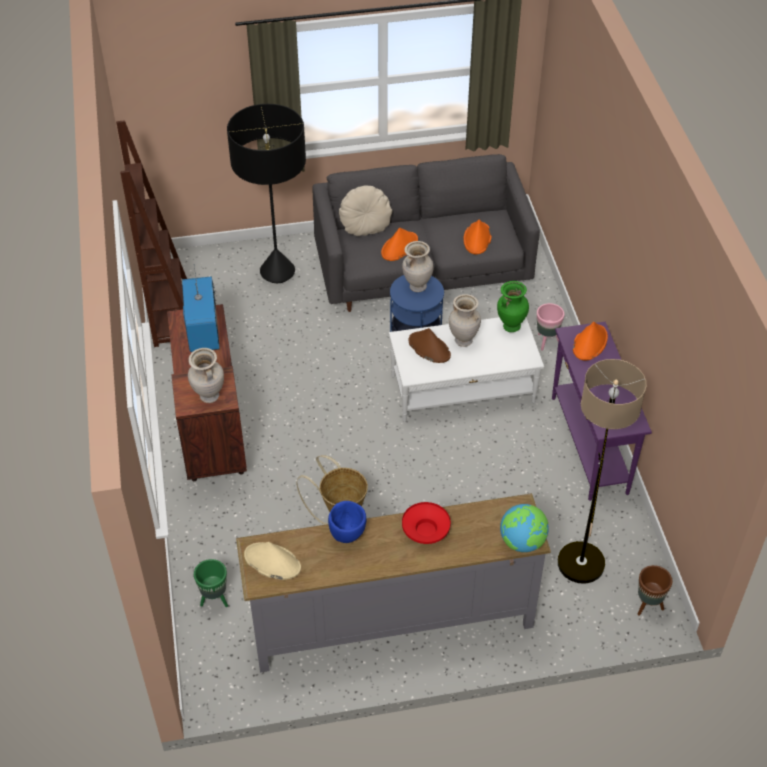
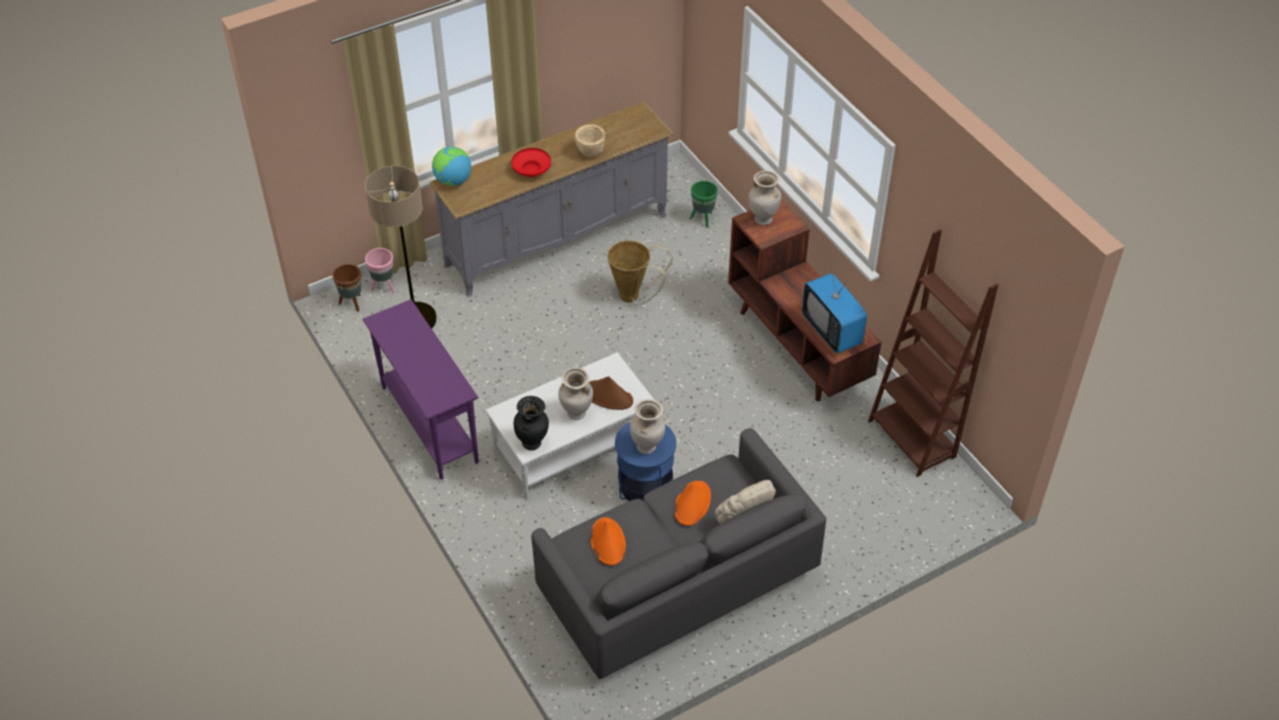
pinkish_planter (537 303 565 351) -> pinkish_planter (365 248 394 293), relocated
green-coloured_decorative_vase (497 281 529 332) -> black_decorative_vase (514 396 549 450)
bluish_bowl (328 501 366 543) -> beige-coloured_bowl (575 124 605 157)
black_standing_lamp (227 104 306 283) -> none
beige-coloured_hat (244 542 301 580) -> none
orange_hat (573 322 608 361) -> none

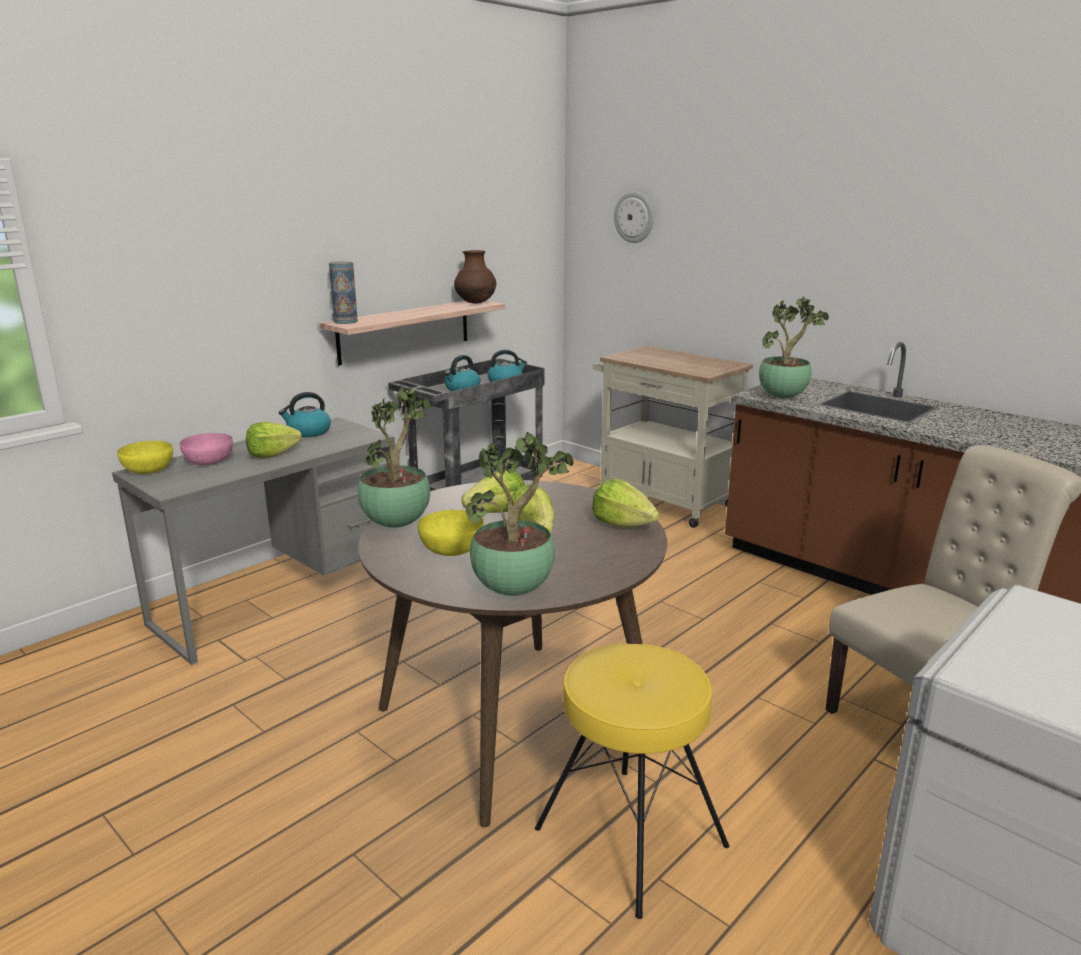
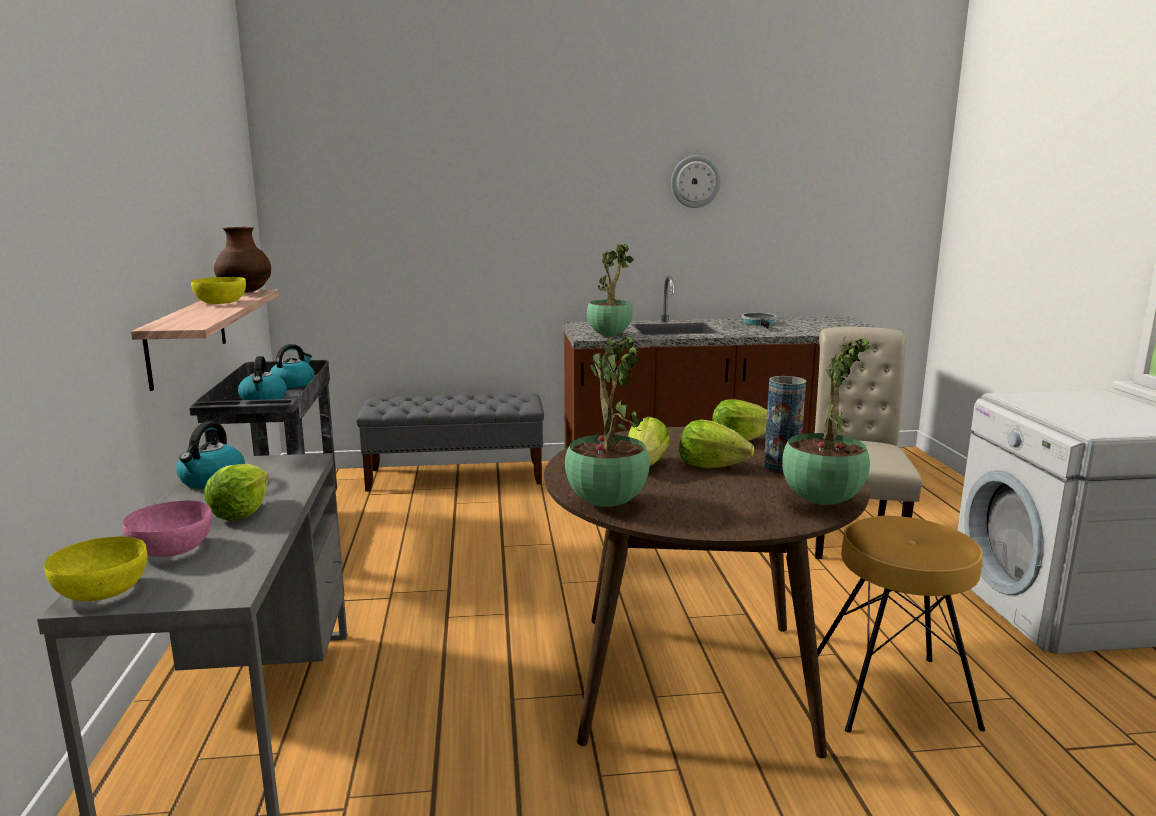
yellow_bowl (418 510 484 556) -> yellow_bowl (191 277 246 304), relocated
beige-coloured_cart (593 346 753 528) -> gray_bench (356 393 544 492)
clock_on_the_wall (614 191 654 243) -> clock_on_the_wall (671 155 721 208), relocated
none -> pan (742 313 777 329)
decorative_vase (329 261 358 324) -> decorative_vase (764 376 806 472), relocated
yellow_sitting_stool (535 644 729 919) -> brown_sitting_stool (817 516 985 733)

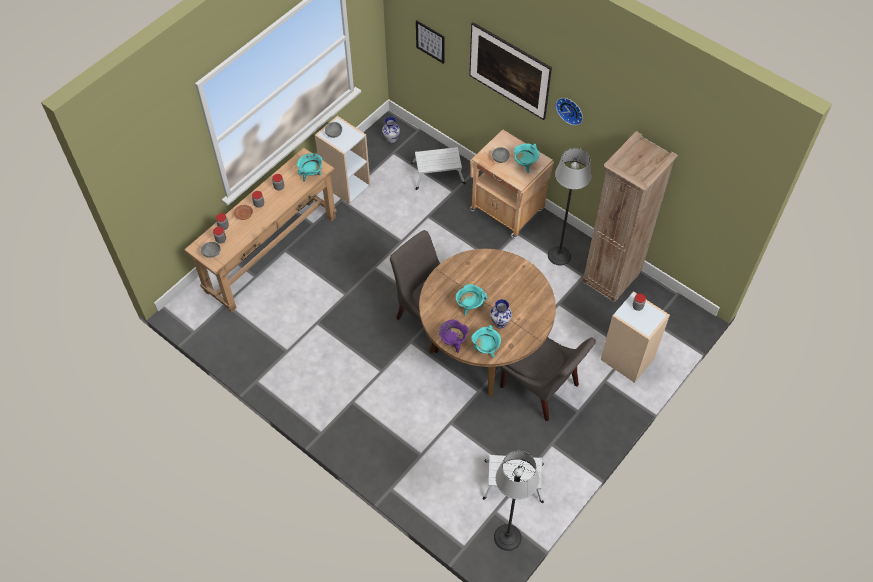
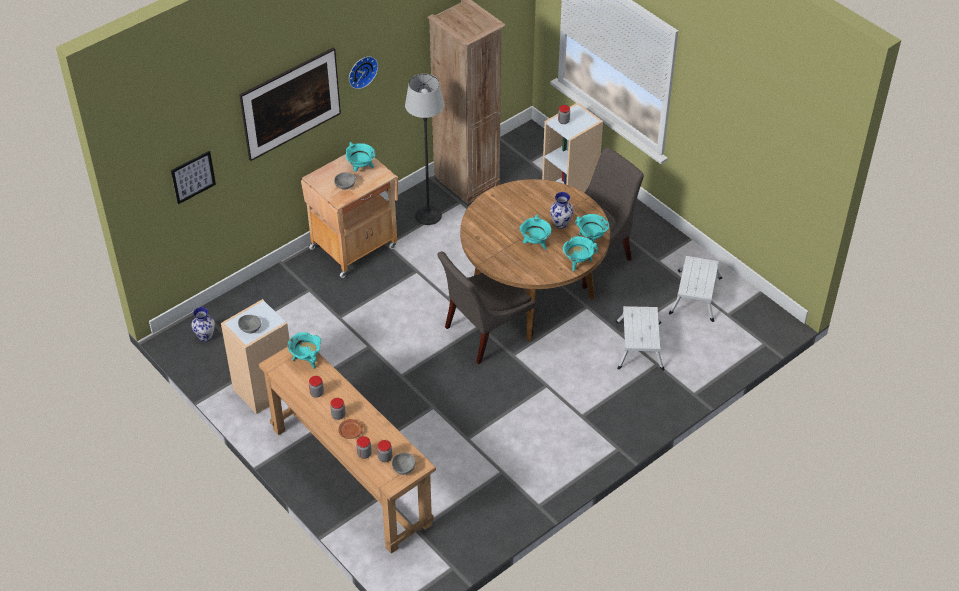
purple_stockpot (439 320 469 353) -> blue-green_stockpot (563 236 598 271)
whitish_step_stool (411 147 466 190) -> whitish_step_stool (615 306 665 371), relocated
standing_lamp (494 451 539 551) -> none

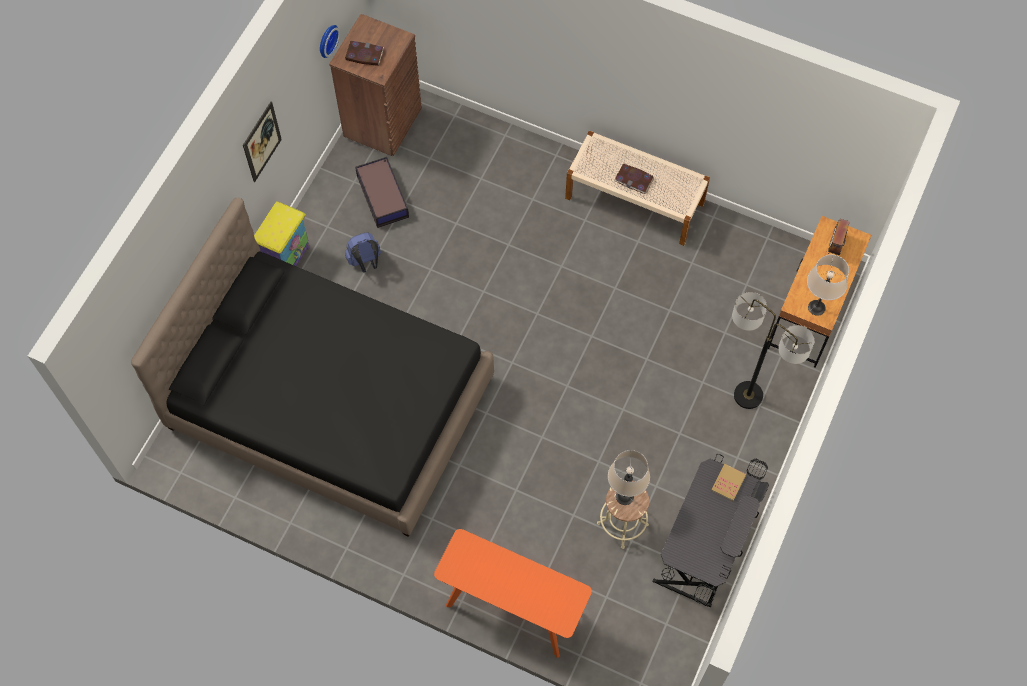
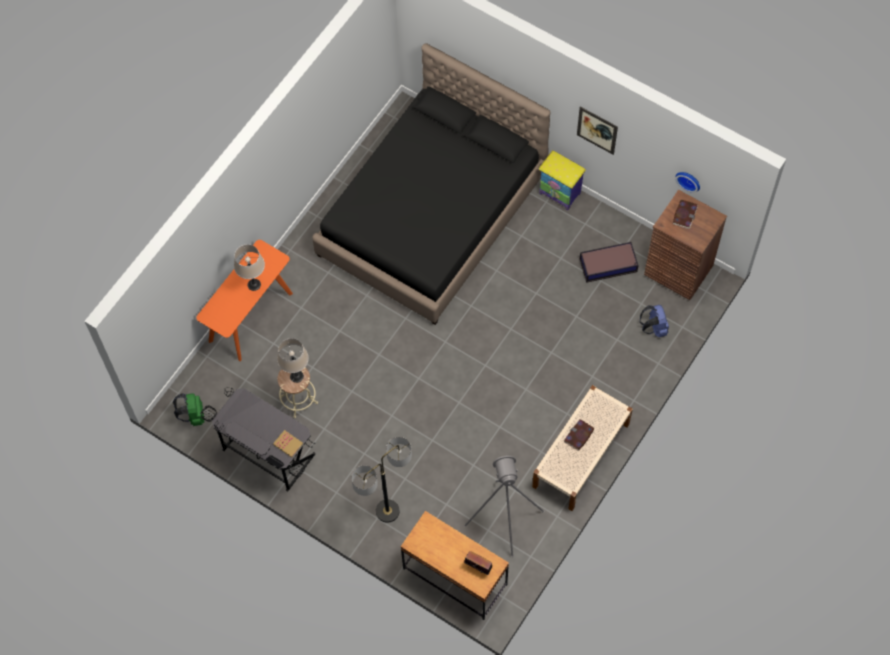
none -> green-coloured_knapsack (173 393 204 426)
beige-coloured_lamp_for_a_table (807 255 849 316) -> beige-coloured_lamp_for_a_table (234 244 265 291), relocated
none -> gray_standing_lamp (464 456 544 557)
bluish_knapsack (345 232 381 272) -> bluish_knapsack (640 305 669 337), relocated

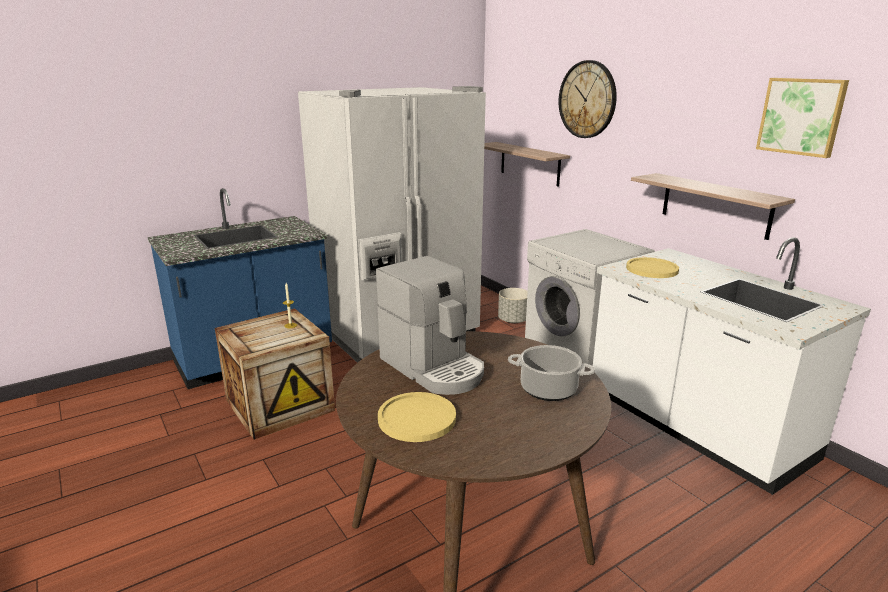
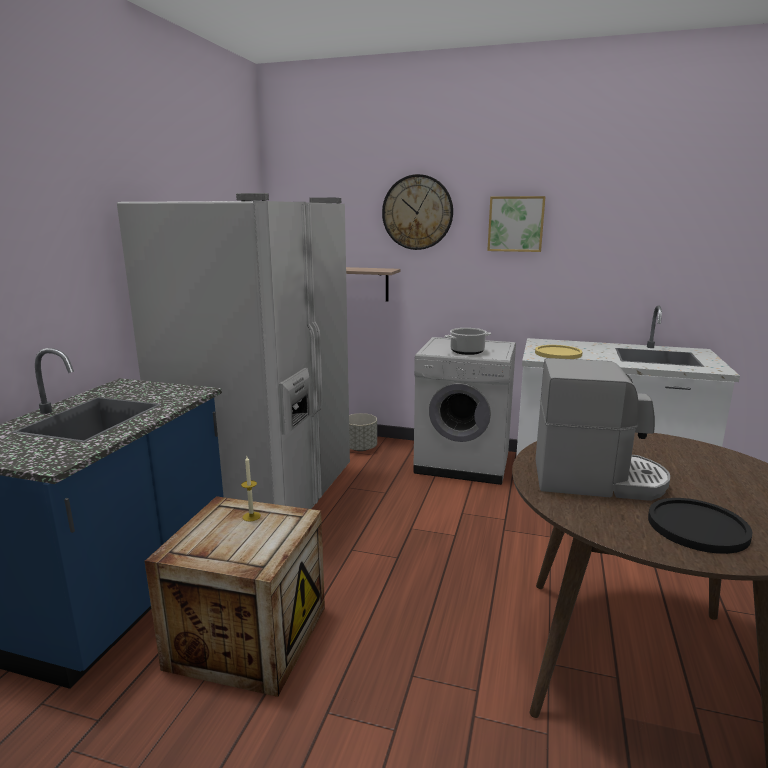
stockpot (508 345 595 401) -> stockpot (445 328 491 355), relocated
picture (756 78 849 158) -> picture (487 196 546 252), relocated
yellow_dinner_plate (378 392 456 442) -> black_dinner_plate (648 498 753 554)
shelf (631 173 795 240) -> none

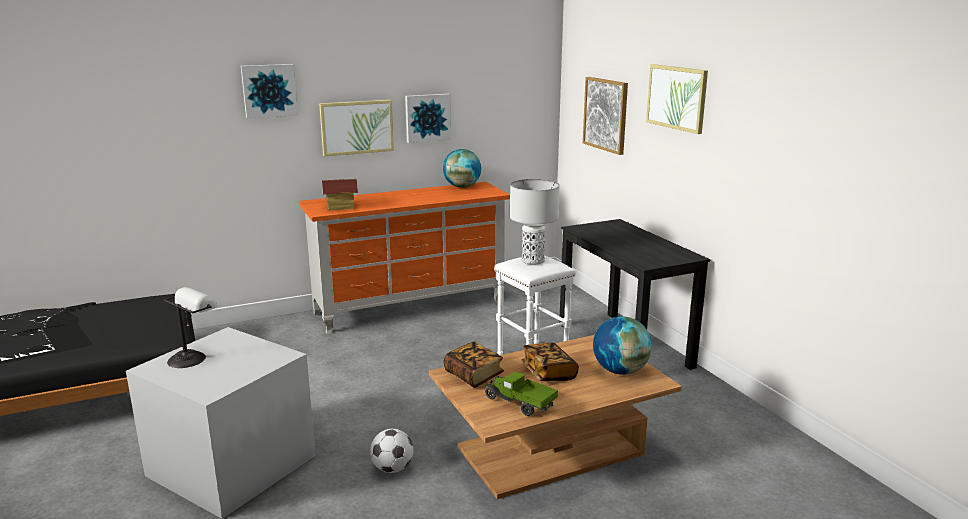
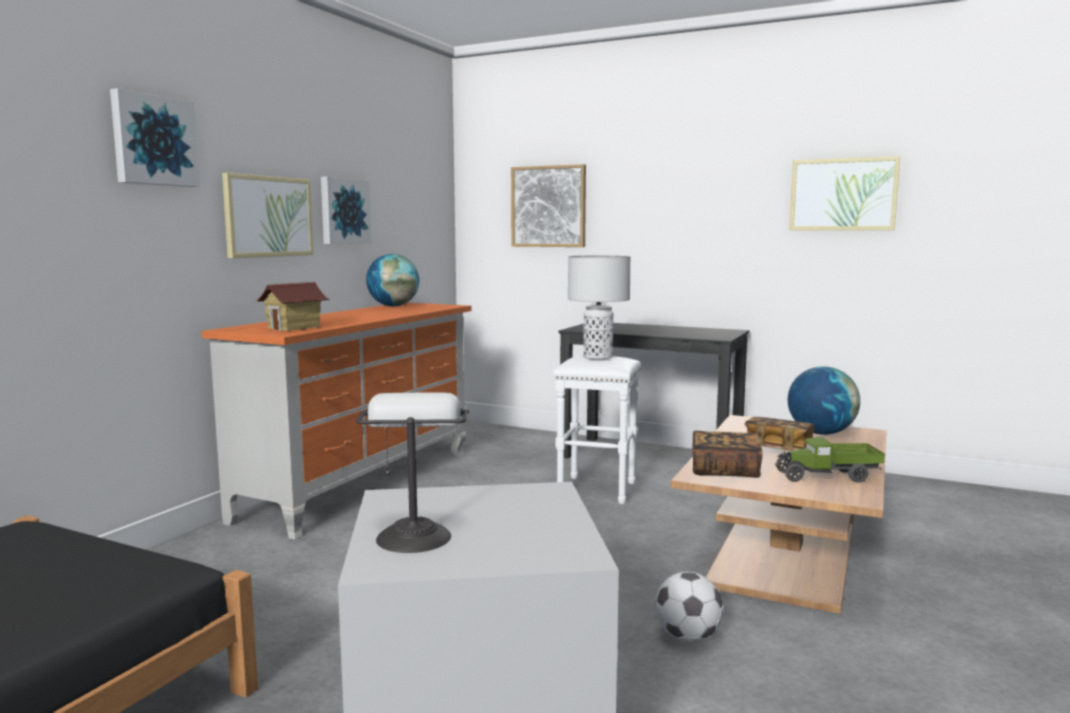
picture (646 64 708 134) -> picture (789 156 900 230), relocated

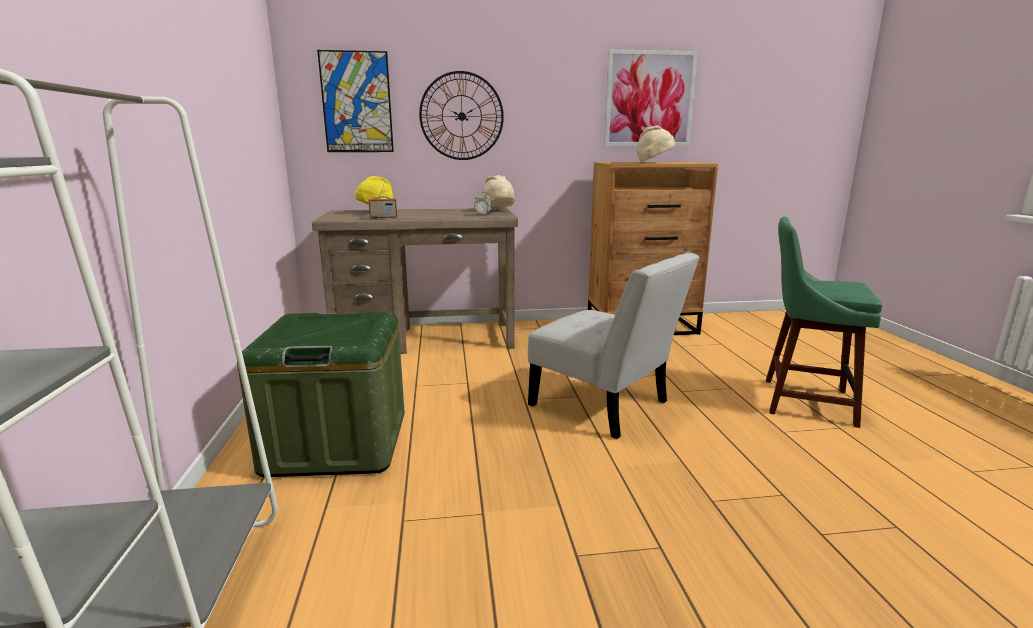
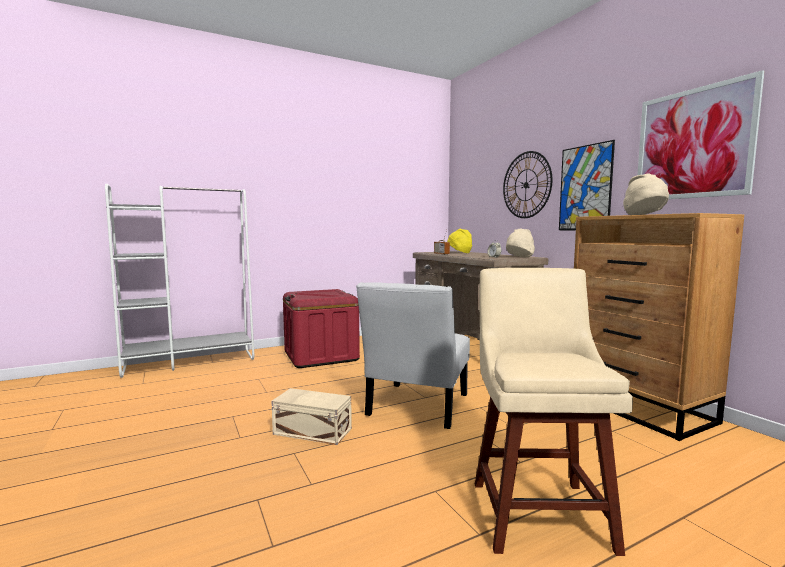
none -> beige-coloured_storage_box (272 388 352 445)
green-coloured_storage_box (237 312 404 477) -> reddish_storage_box (283 289 360 368)
green-coloured_chair (766 217 882 428) -> beige-coloured_chair (475 268 633 556)
picture (317 50 394 152) -> picture (559 140 615 230), relocated

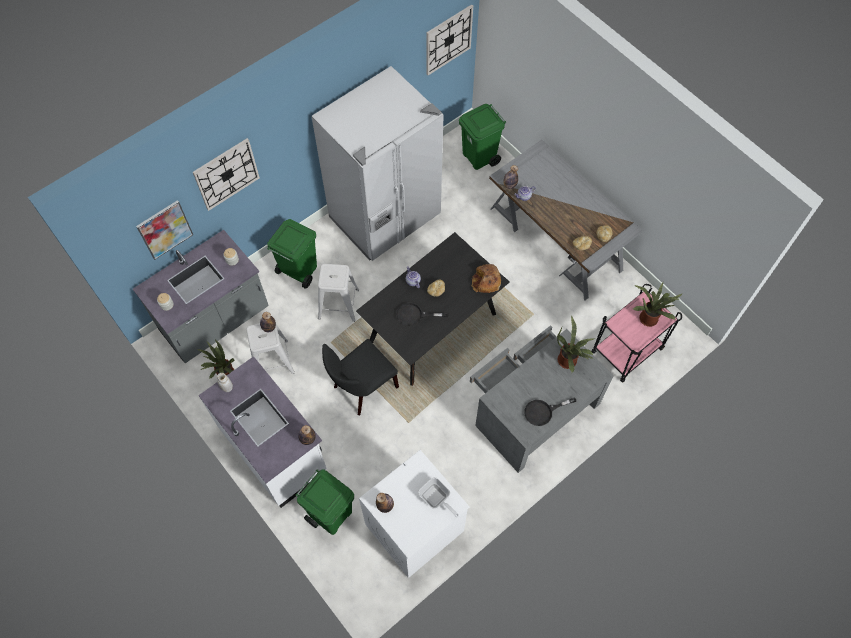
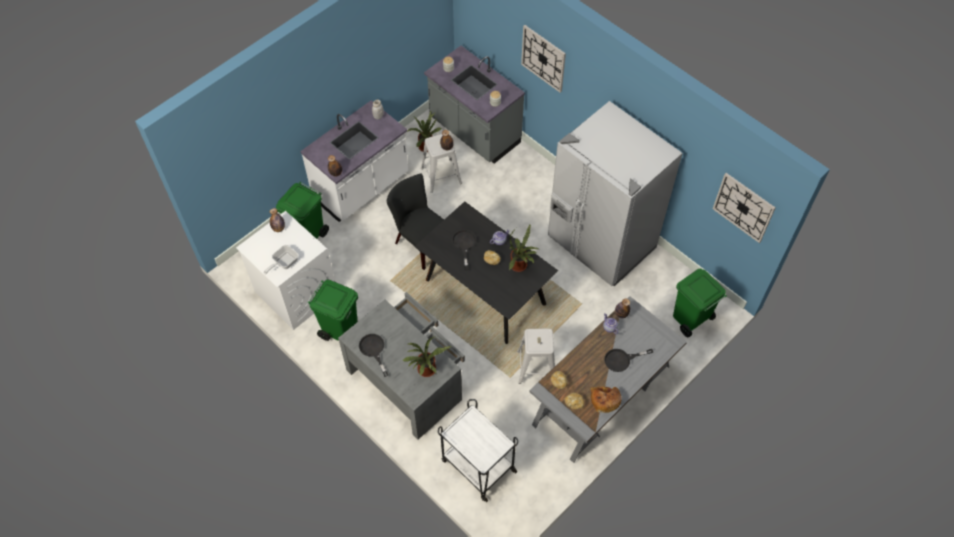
green-coloured_waste_bin (267 219 317 289) -> green-coloured_waste_bin (308 280 358 341), relocated
pinkish_cart (591 284 682 383) -> whitish_cart (438 399 518 502)
potted_plant (633 282 684 327) -> potted_plant (509 224 538 272), relocated
whitish_sitting_stool (318 264 359 322) -> whitish_sitting_stool (517 329 555 384), relocated
bread (472 264 501 293) -> bread (591 387 622 413), relocated
none -> black_pan (604 349 653 372)
picture (136 200 193 260) -> none

